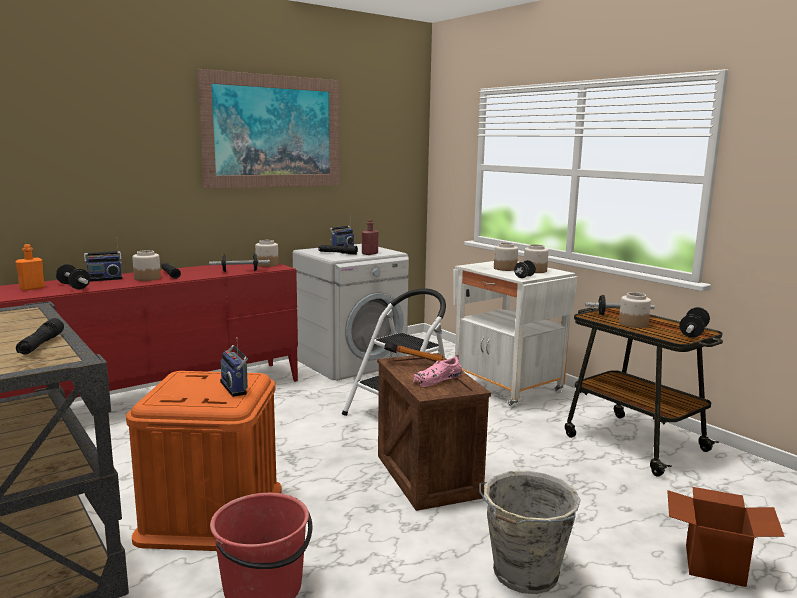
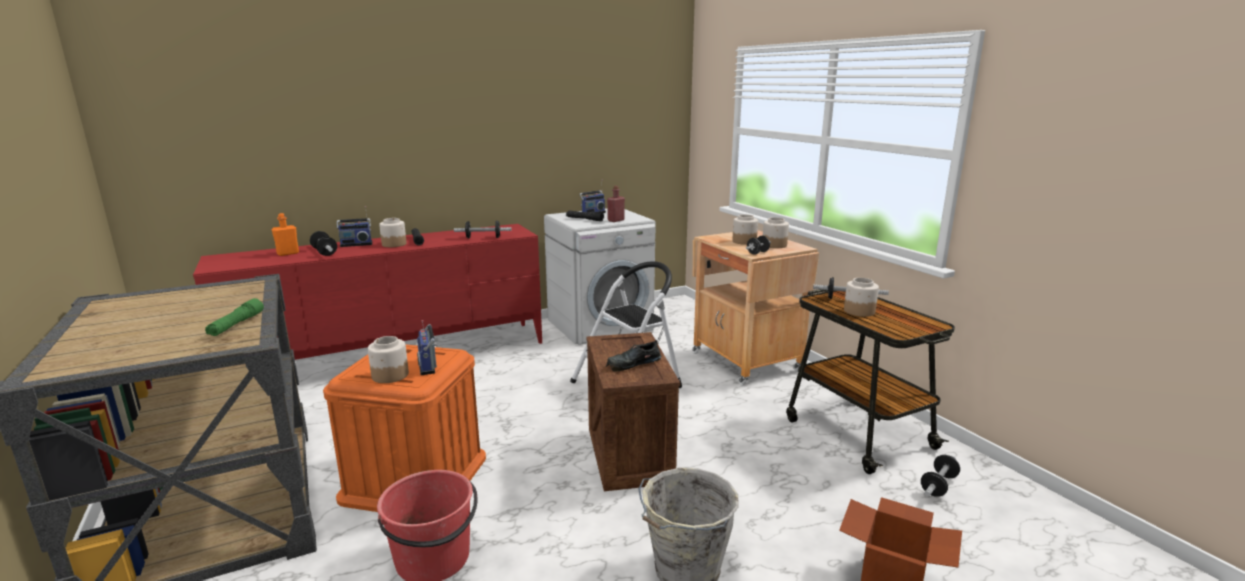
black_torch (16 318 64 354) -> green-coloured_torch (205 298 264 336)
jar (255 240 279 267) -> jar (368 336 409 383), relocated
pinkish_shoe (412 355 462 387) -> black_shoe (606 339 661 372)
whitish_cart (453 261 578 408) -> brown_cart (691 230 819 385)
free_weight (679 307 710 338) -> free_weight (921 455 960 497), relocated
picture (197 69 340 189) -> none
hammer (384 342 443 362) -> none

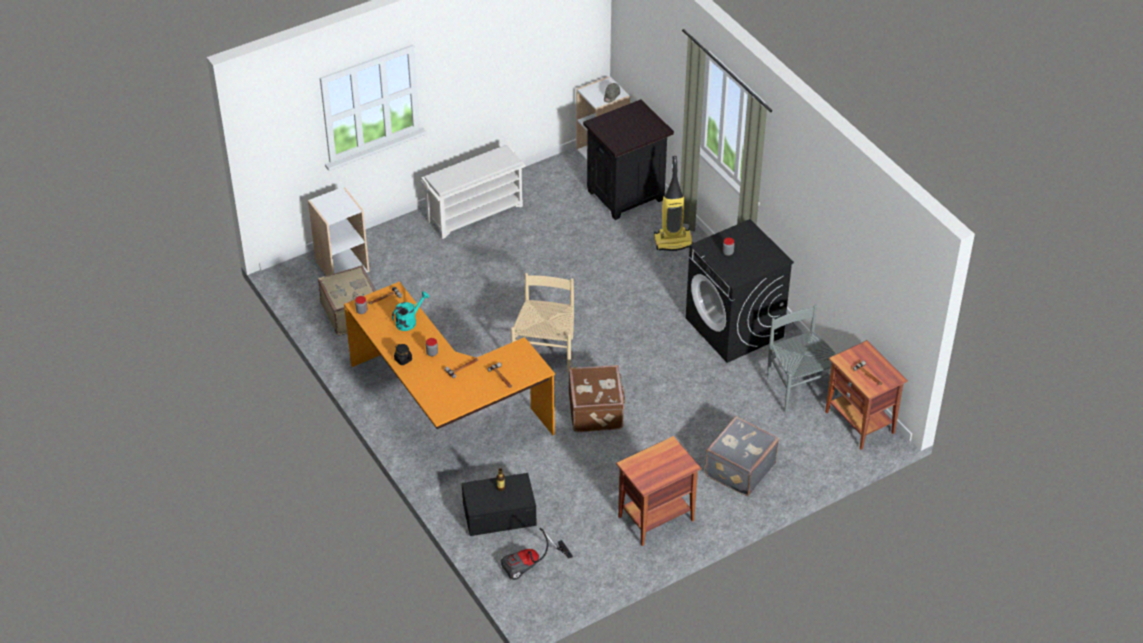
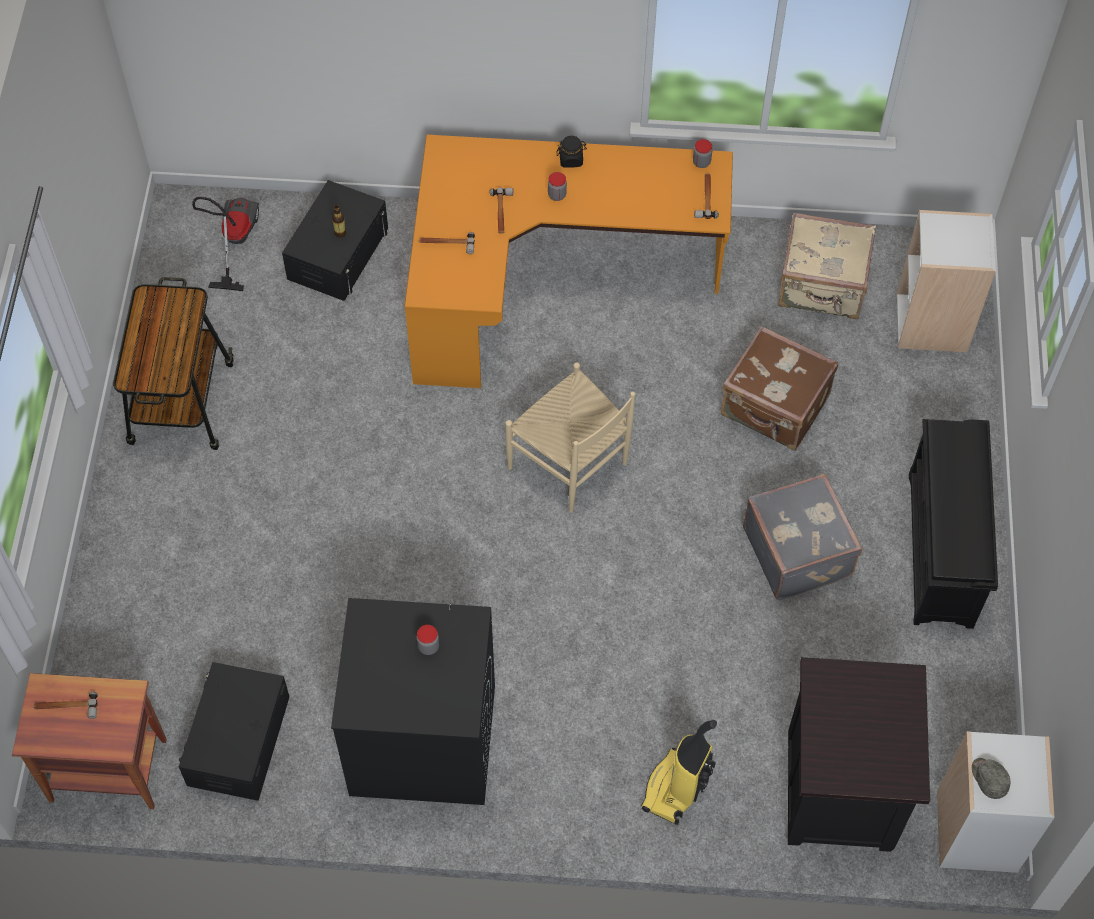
nightstand (616 436 702 546) -> cart (113 277 234 450)
gray_chair (767 305 838 412) -> black_storage_box (179 662 289 801)
brown_piece_of_luggage (569 365 626 432) -> brown_piece_of_luggage (721 326 838 451), relocated
gray_piece_of_luggage (705 416 779 496) -> gray_piece_of_luggage (743 474 862 600), relocated
whitish_shoe_rack (421 144 526 239) -> black_shoe_rack (909 419 998 629)
blue-green_sprinkling_can (392 291 429 331) -> none

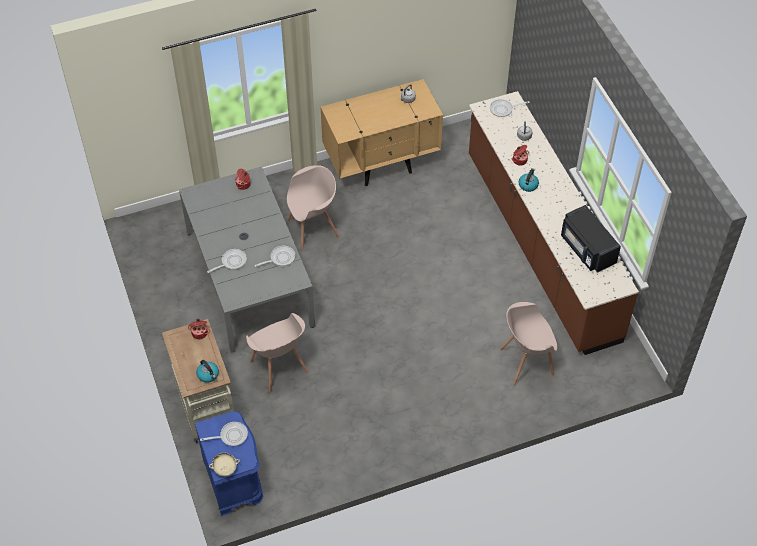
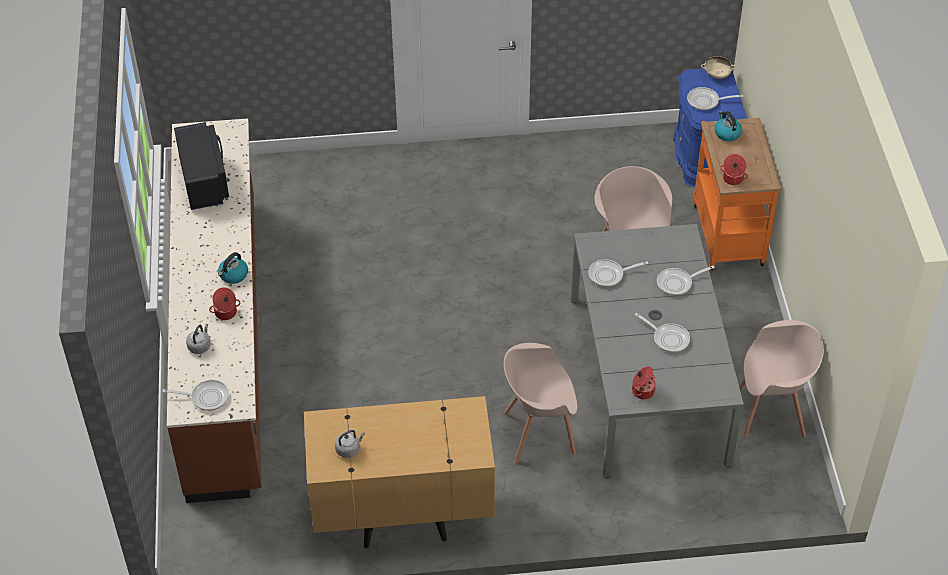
none -> pan (635 313 690 352)
beige-coloured_cart (162 319 234 443) -> orange_cart (694 117 782 270)
beige-coloured_chair (500 302 557 385) -> beige-coloured_chair (739 320 824 437), relocated

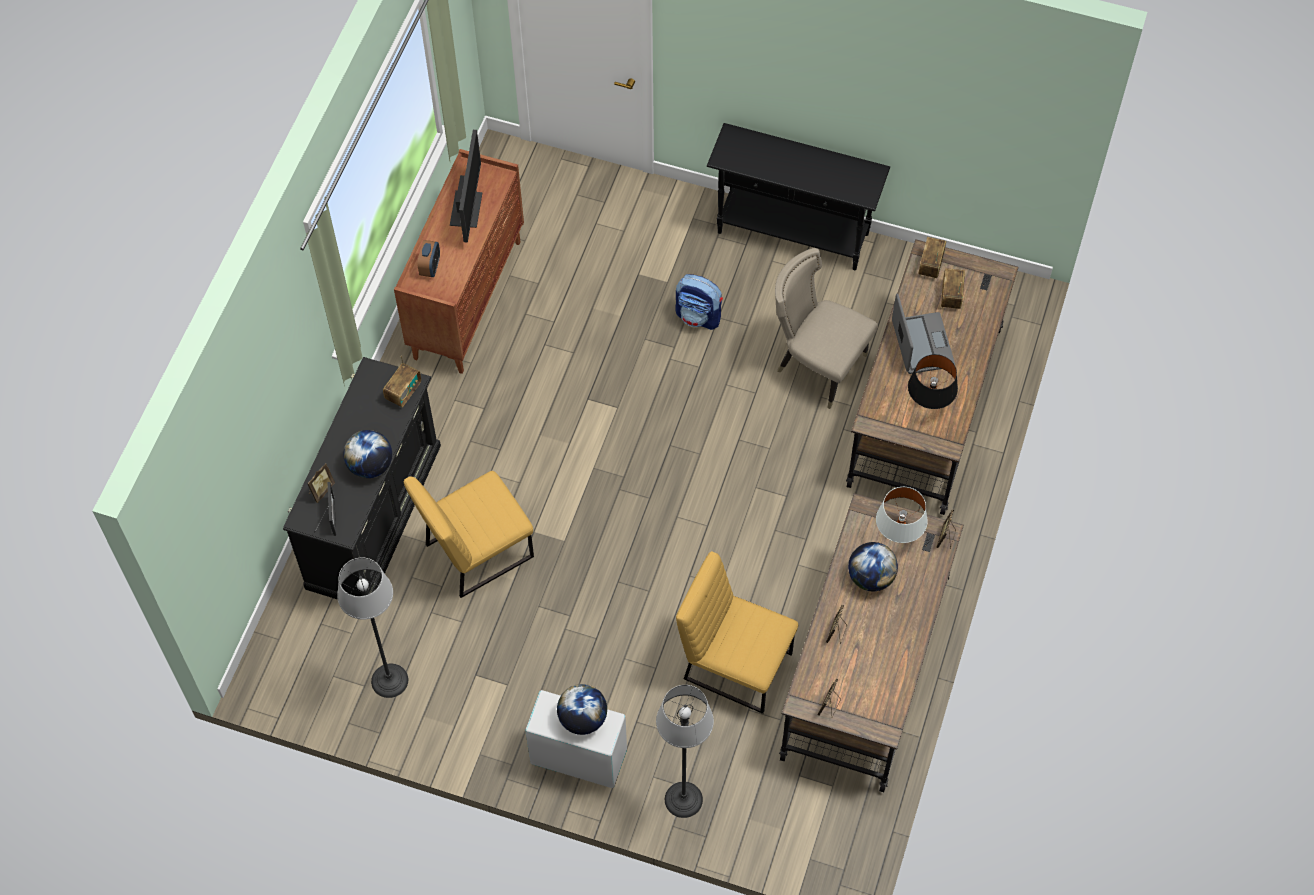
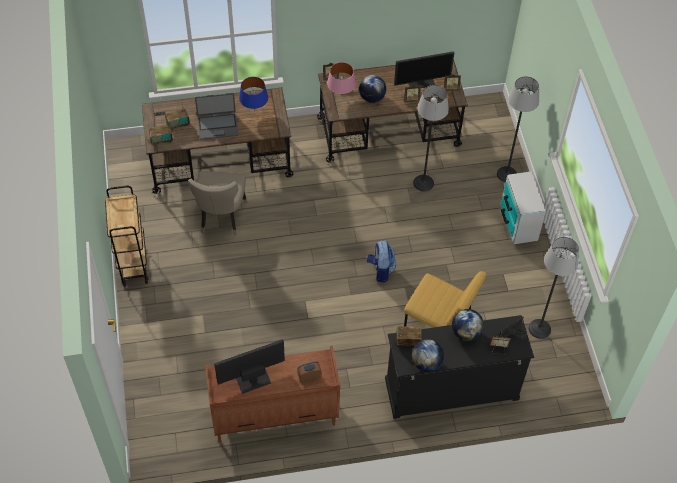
black_console_table (707 123 890 270) -> brown_cart (105 186 148 287)
laptop (892 293 955 374) -> laptop (195 93 239 140), 150 degrees counterclockwise
black_lamp_for_a_table (908 354 958 409) -> bluish_lamp_for_a_table (239 77 268 111)
whitish_lamp_for_a_table (876 487 927 543) -> pinkish_lamp_for_a_table (327 62 356 94)
knapsack (675 274 723 330) -> knapsack (367 240 396 283), relocated
none -> computer_screen (394 51 454 88)
world_globe (557 684 607 735) -> world_globe (412 339 444 372), relocated
yellow_chair (676 551 798 714) -> standing_lamp (413 85 449 191)

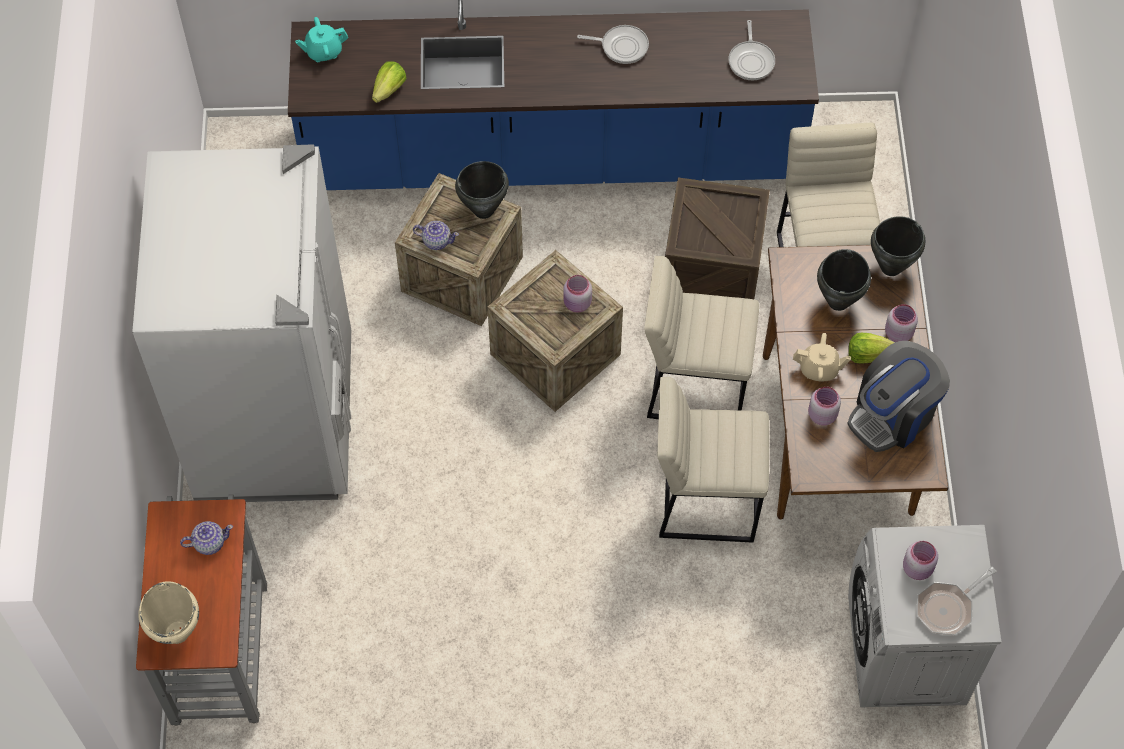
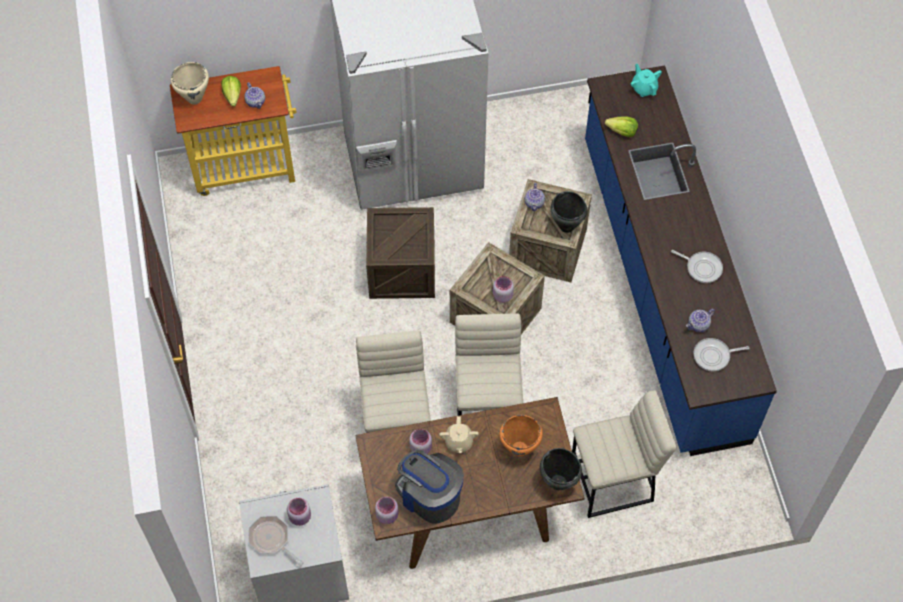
gray_cart (136 494 267 725) -> yellow_cart (170 66 297 196)
head_of_lettuce (848 333 894 363) -> head_of_lettuce (221 76 241 107), relocated
shipping_crate (665 178 770 299) -> shipping_crate (366 207 435 299), relocated
pinkish_jar (885 304 918 342) -> pinkish_jar (375 497 398 524), relocated
black_stockpot (817 249 871 311) -> orange_stockpot (500 415 543 457)
pan (577 25 649 64) -> pan (671 250 723 283), 60 degrees counterclockwise
none -> tea_pot (686 309 715 332)

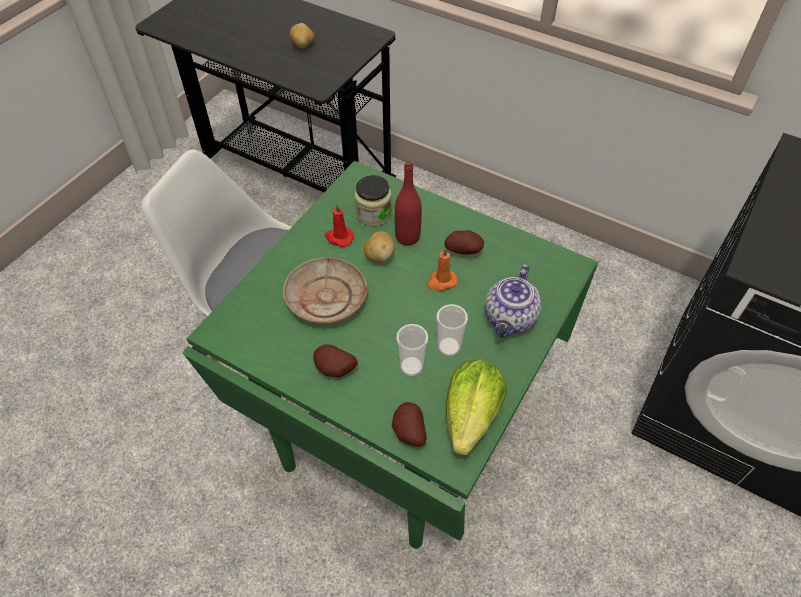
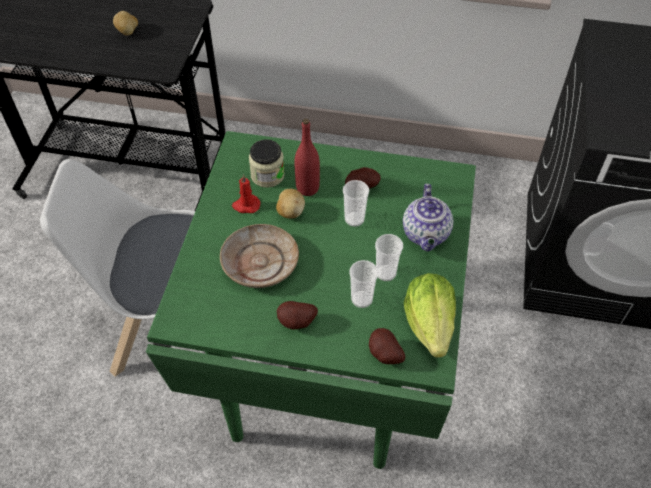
orange_wax_candle (427 248 457 291) -> drinking_cup (343 180 369 227)

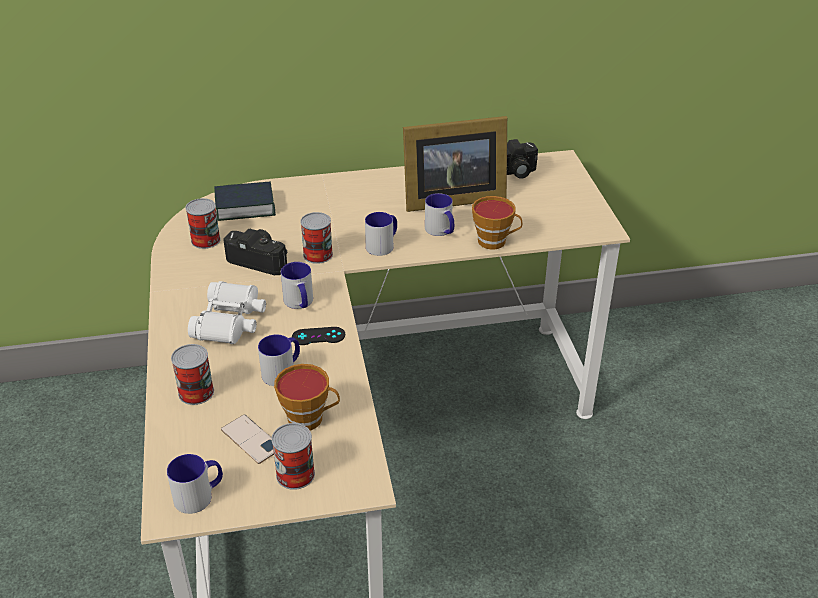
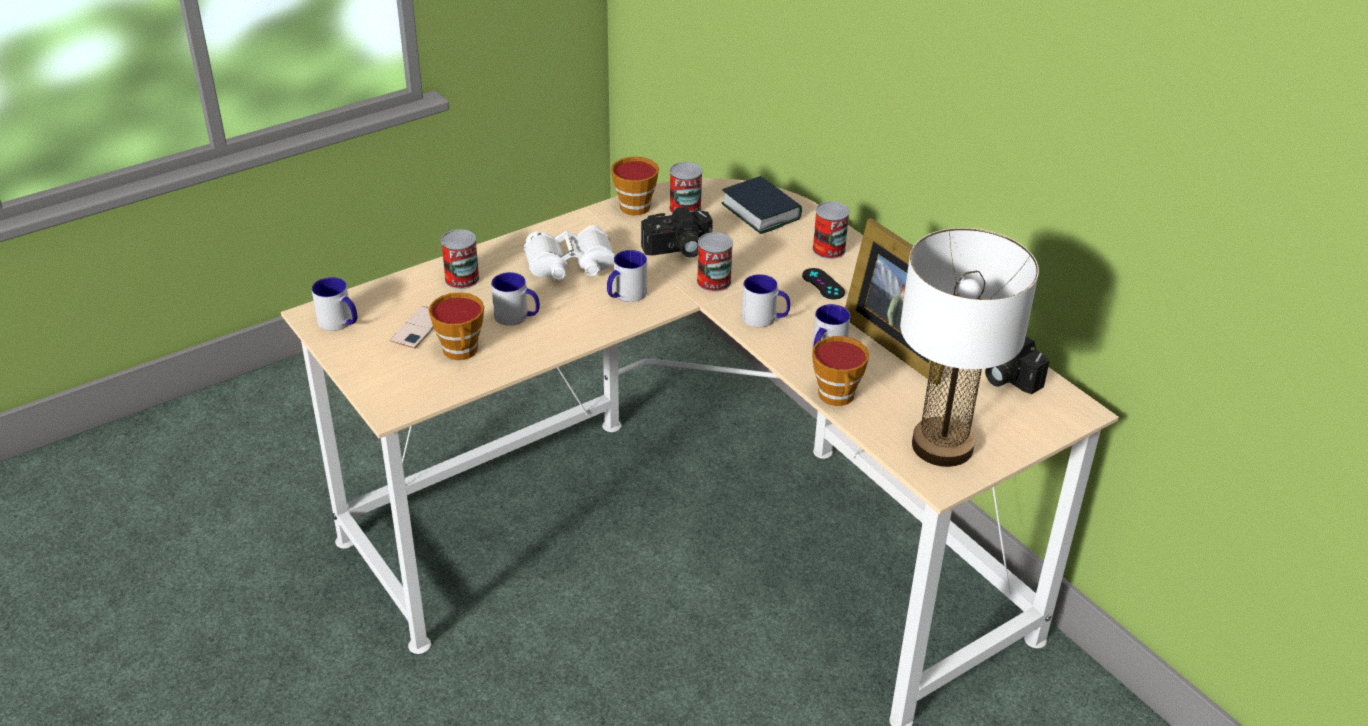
none -> drinking_cup (611 157 659 215)
still_camera (223 229 287 275) -> still_camera (641 207 713 258), 75 degrees clockwise
black_joypad (292 327 345 345) -> black_joypad (802 268 845 299), relocated
metal_can (272 423 315 490) -> metal_can (812 201 850 259), relocated
none -> lamp_for_a_table (900 228 1039 467)

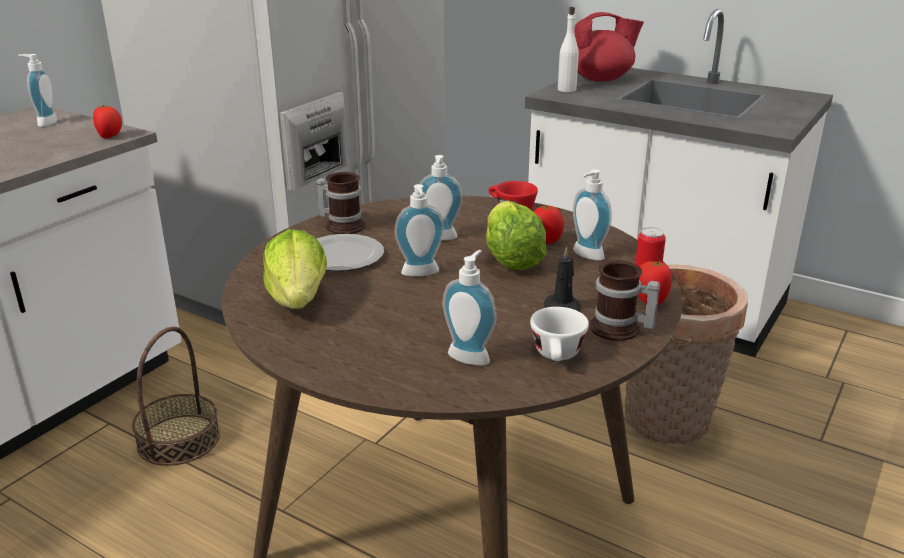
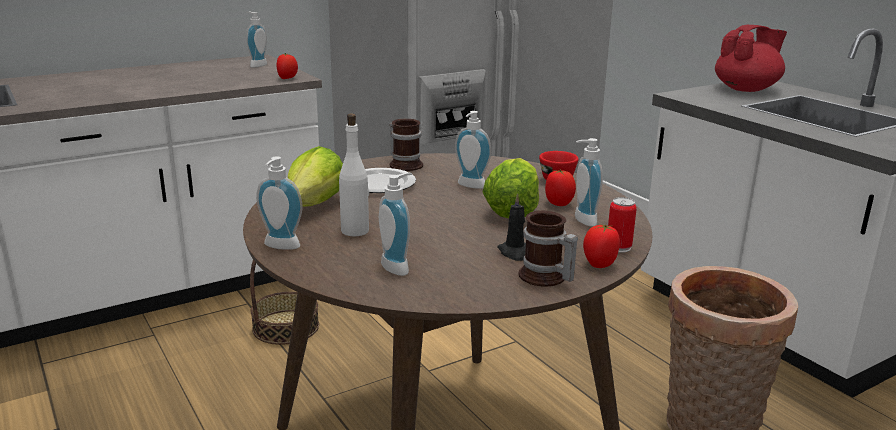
liquid_soap_bottle (394 184 444 277) -> liquid_soap_bottle (256 156 303 250), relocated
whitish_bottle (558 7 579 92) -> whitish_bottle (339 113 369 236), relocated
reddish_tea_pot (574 12 644 82) -> reddish_tea_pot (715 25 787 92), 45 degrees counterclockwise
whitish_drinking_cup (530 307 589 361) -> none

